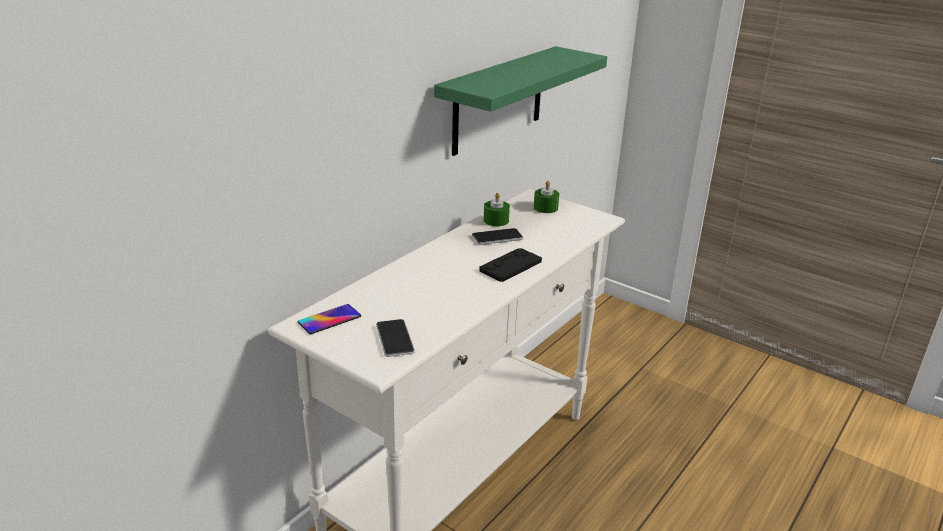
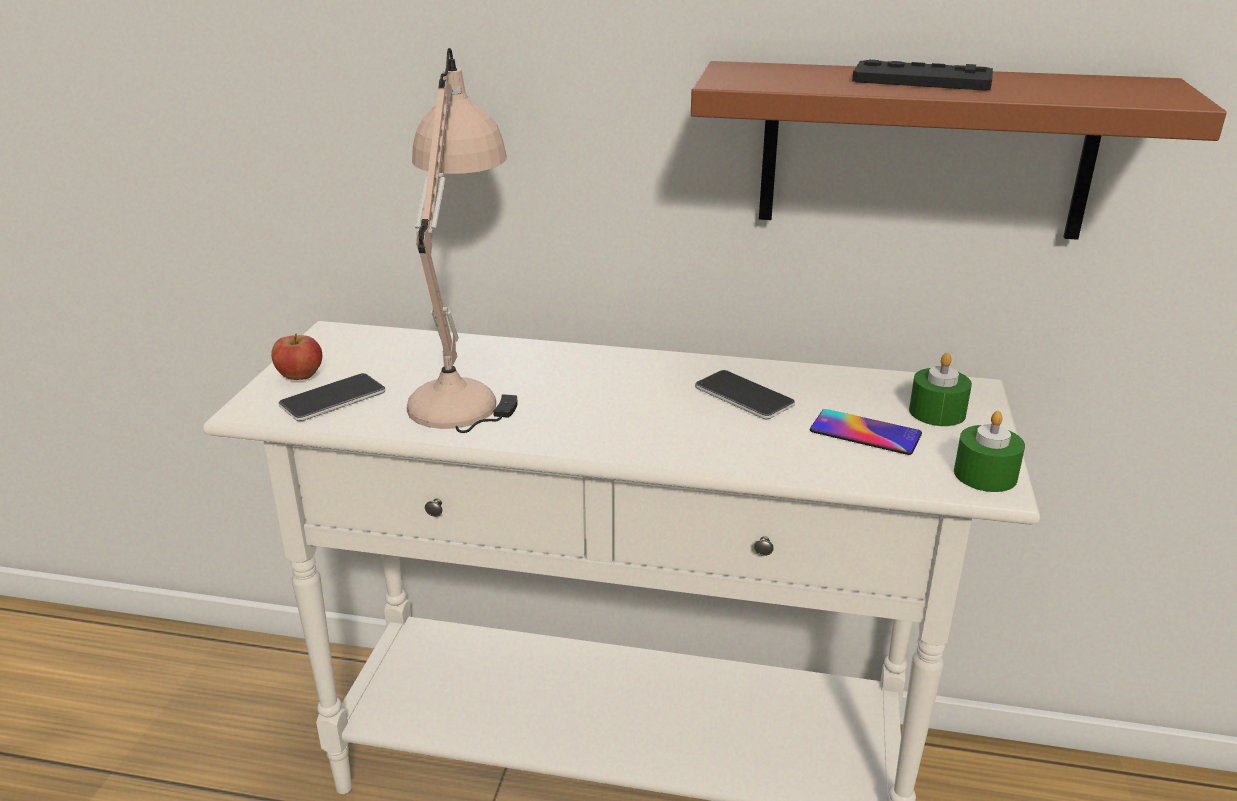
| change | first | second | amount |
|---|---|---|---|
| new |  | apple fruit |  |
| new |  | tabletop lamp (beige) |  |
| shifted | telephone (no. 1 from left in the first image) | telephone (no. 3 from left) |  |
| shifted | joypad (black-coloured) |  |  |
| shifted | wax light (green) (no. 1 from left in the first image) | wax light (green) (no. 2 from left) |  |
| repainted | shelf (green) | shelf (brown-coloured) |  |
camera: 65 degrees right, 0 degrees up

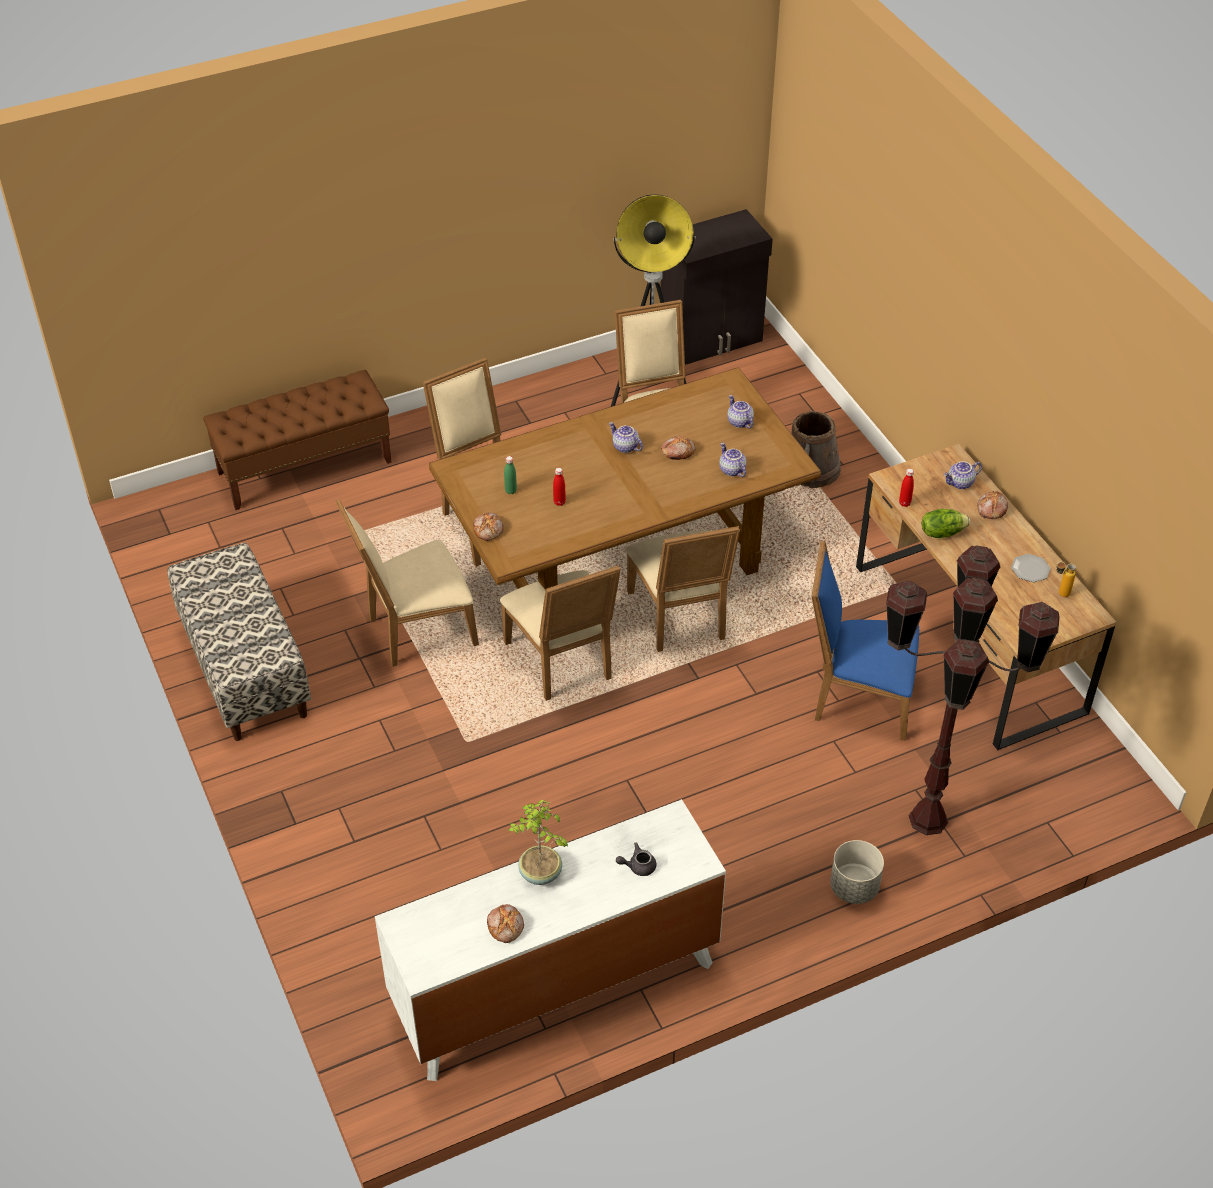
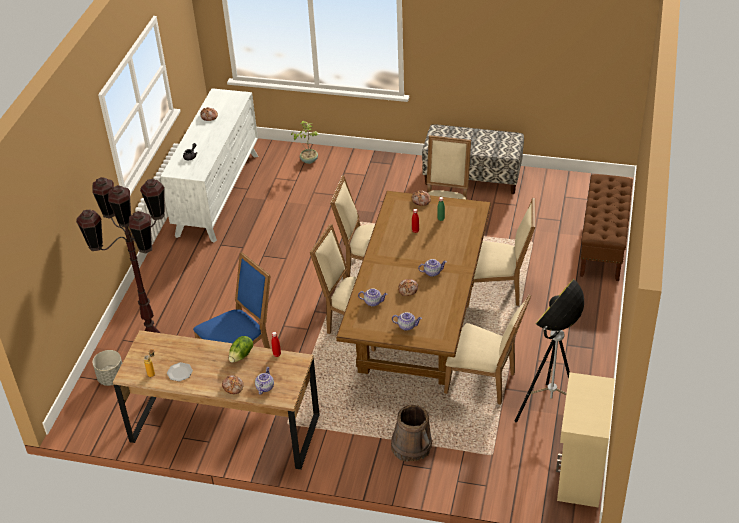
| change | first | second | amount |
|---|---|---|---|
| shifted | houseplant |  |  |
| shifted | plant pot (grey) |  |  |
| repainted | cabinet (black-coloured) | cabinet (beige) |  |
camera: 130 degrees right, 5 degrees down

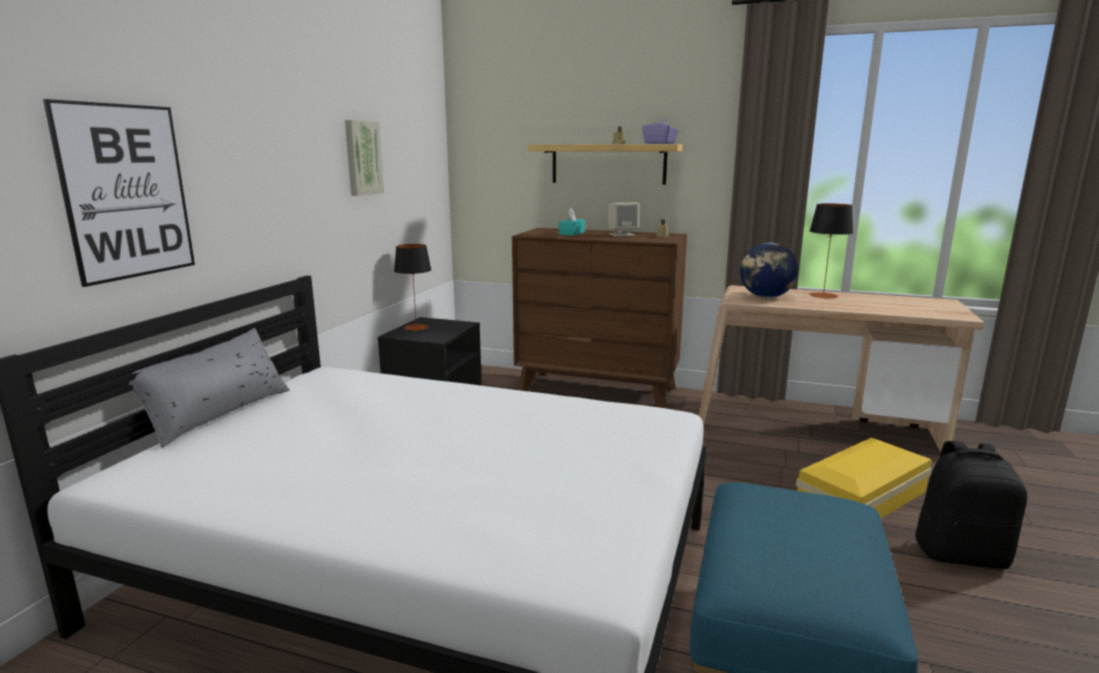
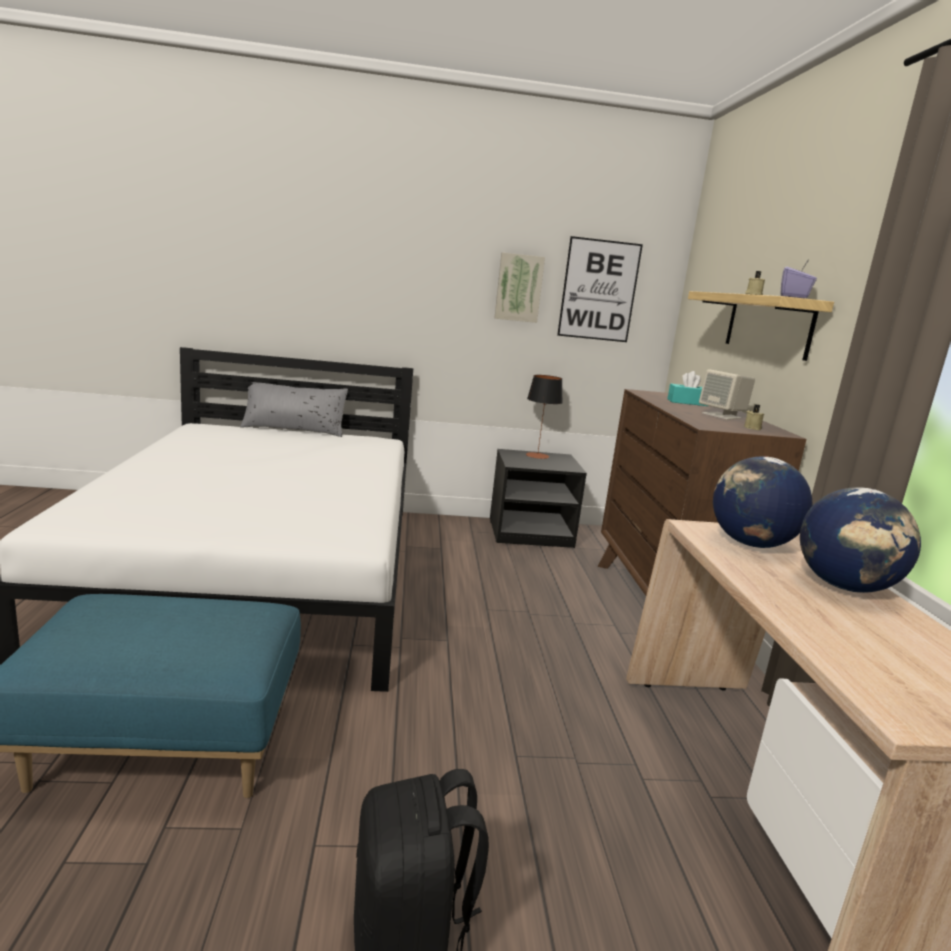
| change | first | second | amount |
|---|---|---|---|
| gone | storage bin (yellow-coloured) |  |  |
| shifted | picture (no. 1 from left in the first image) | picture (no. 2 from left) |  |
| swapped | tabletop lamp (no. 2 from left) | desk globe (no. 2 from left) |  |
camera: 65 degrees right, 0 degrees up

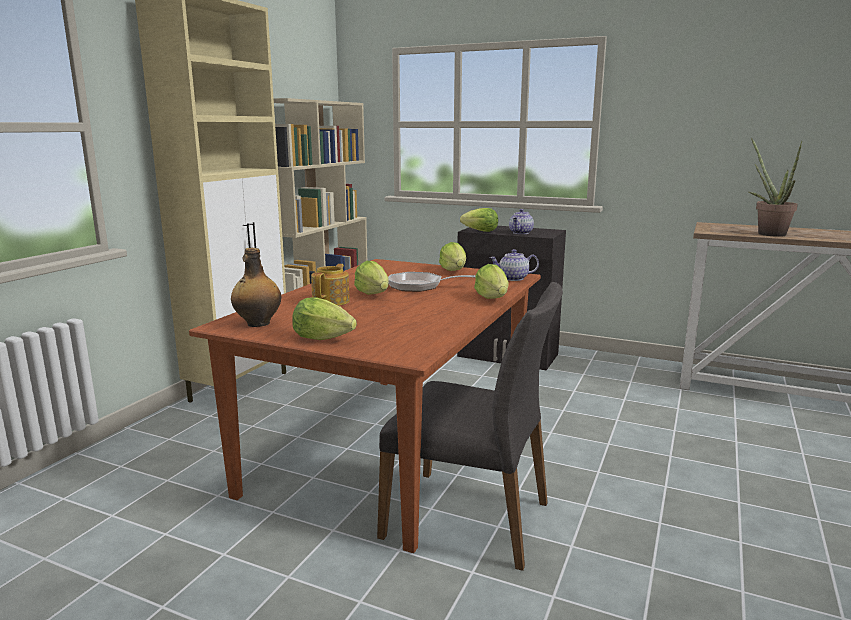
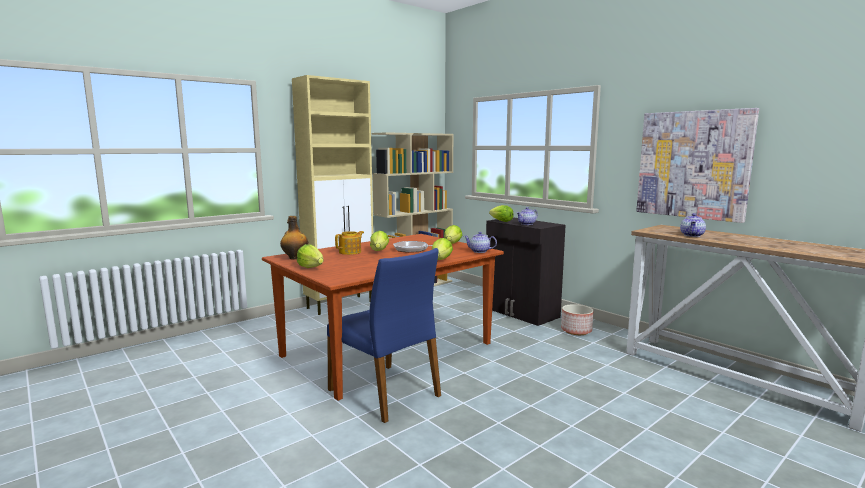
| change | first | second | amount |
|---|---|---|---|
| new |  | plant pot |  |
| new |  | picture |  |
| swapped | houseplant | tea pot (no. 4 from left) |  |
| repainted | plain chair (grey) | plain chair (blue) |  |
camera: 25 degrees right, 5 degrees down

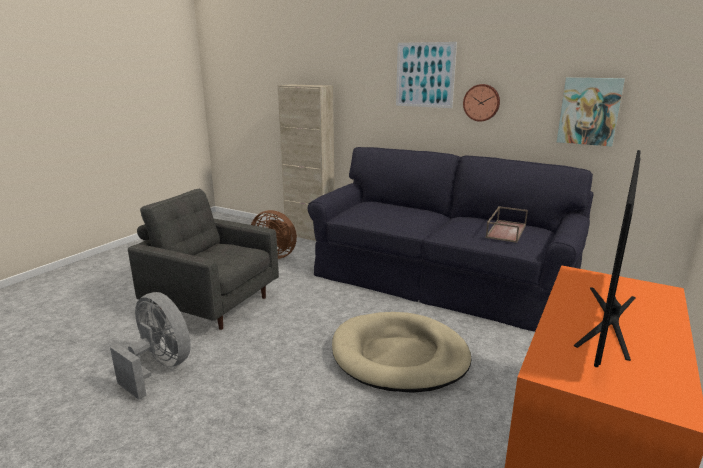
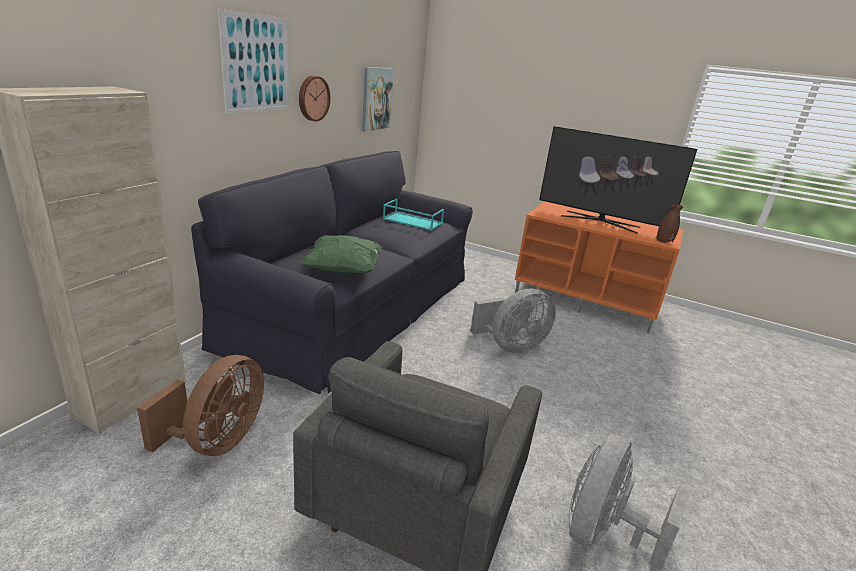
| change | first | second | amount |
|---|---|---|---|
| new |  | cushion (green) |  |
| new |  | decorative vase (brown-coloured) |  |
| swapped | dog bed (beige) | cooling fan (grey) (no. 1 from left) |  |
| repainted | tray (brown-coloured) | tray (turquoise-coloured) |  |
camera: 95 degrees left, 5 degrees up

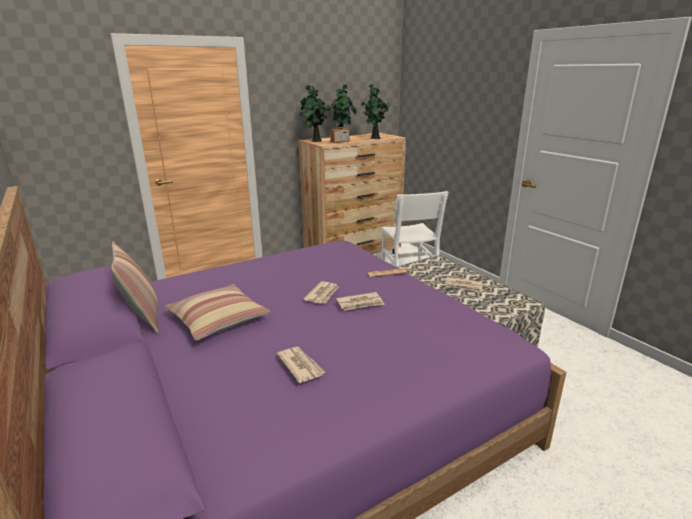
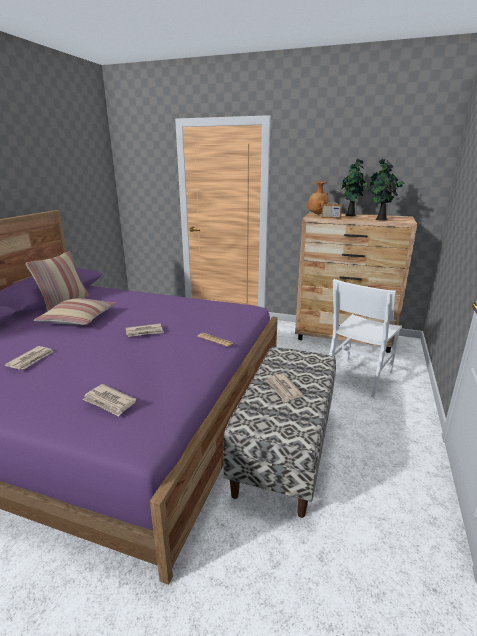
| change | first | second | amount |
|---|---|---|---|
| shifted | newspaper (no. 3 from left in the first image) | newspaper (no. 2 from left) |  |
| swapped | houseplant (no. 1 from left) | decorative vase (brown-coloured) |  |
camera: 50 degrees right, 0 degrees up

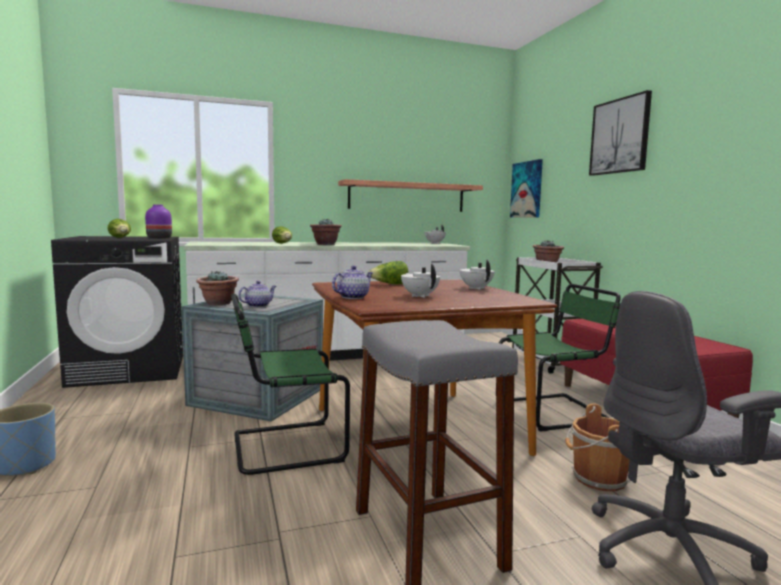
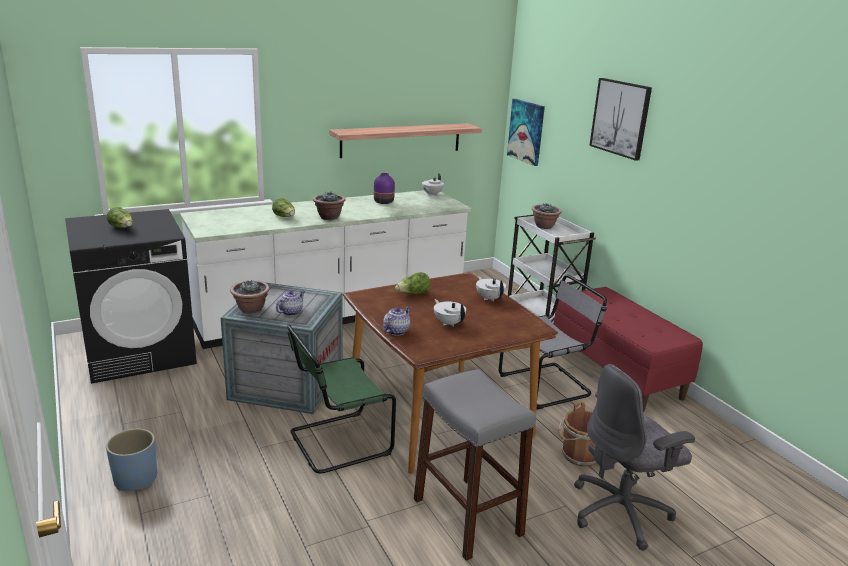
| change | first | second | amount |
|---|---|---|---|
| shifted | decorative vase (purple) |  |  |
| repainted | plain chair (green) (no. 2 from left) | plain chair (grey) |  |
camera: 10 degrees left, 15 degrees up

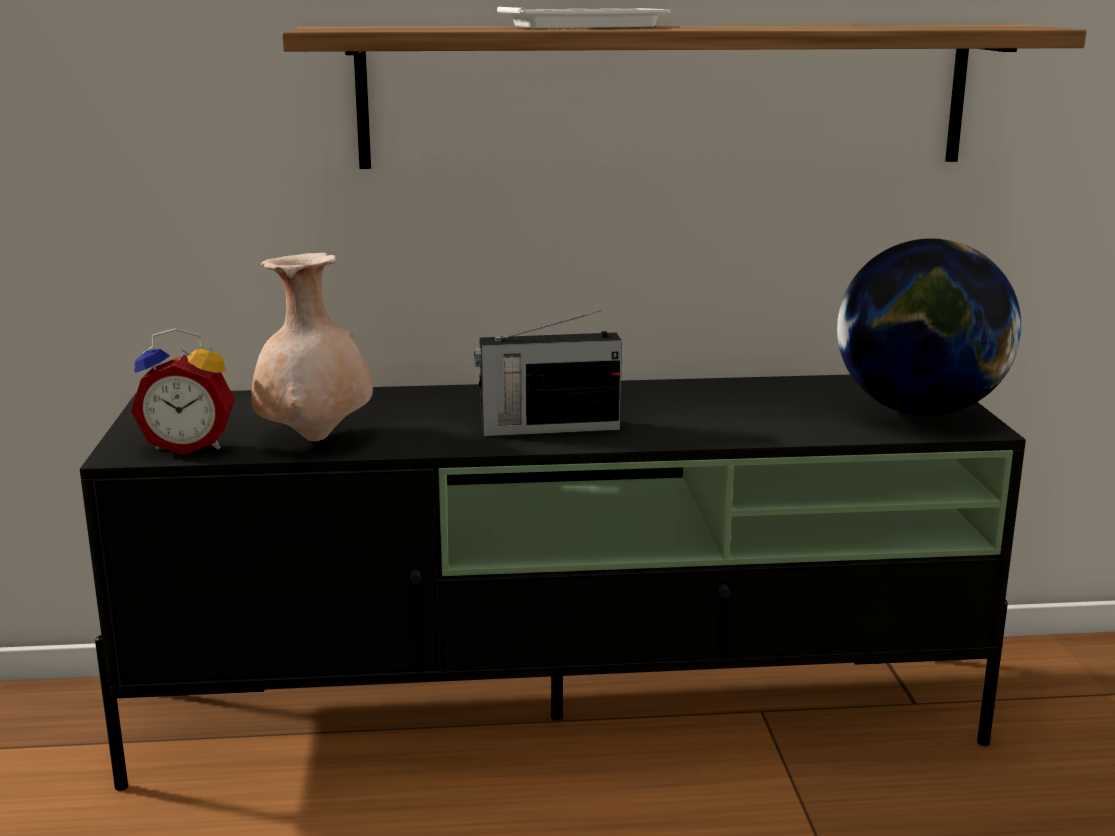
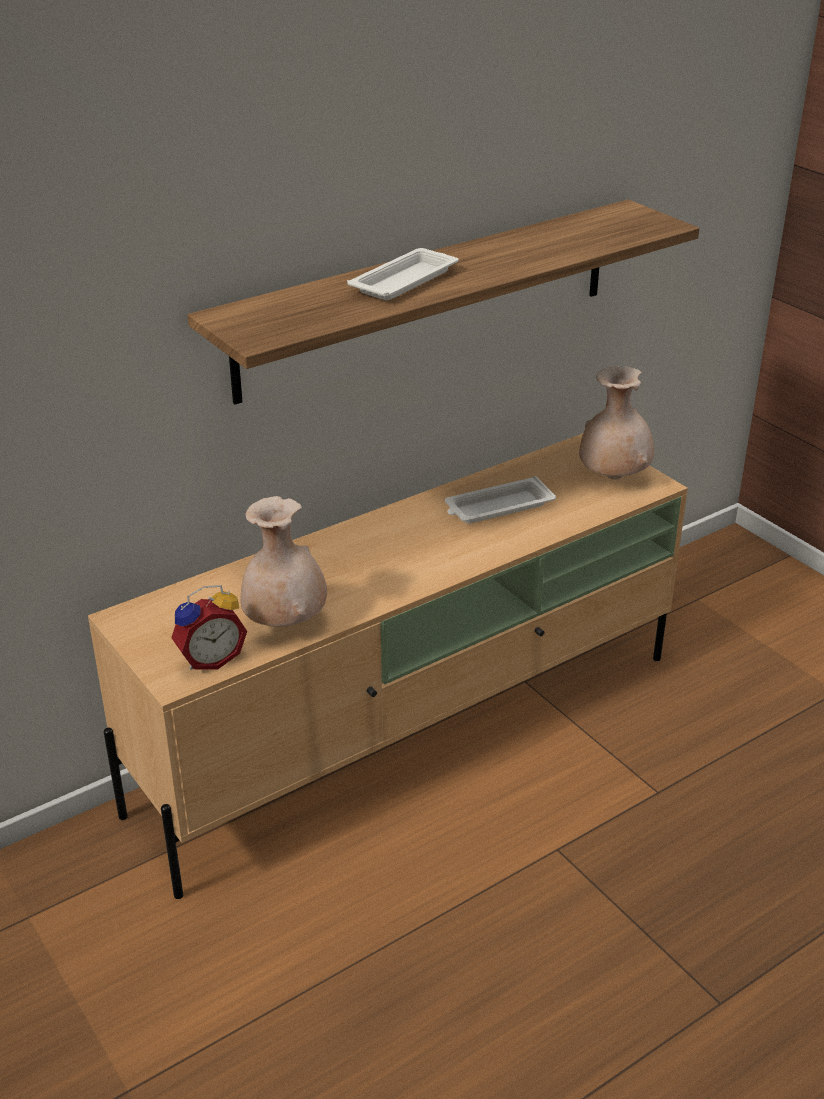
| change | first | second | amount |
|---|---|---|---|
| gone | radio |  |  |
| new |  | tray (white-coloured) (no. 2 from left) |  |
| swapped | desk globe | decorative vase (beige) (no. 2 from left) |  |
| repainted | tv stand (black-coloured) | tv stand (beige) |  |
camera: 30 degrees left, 15 degrees up

